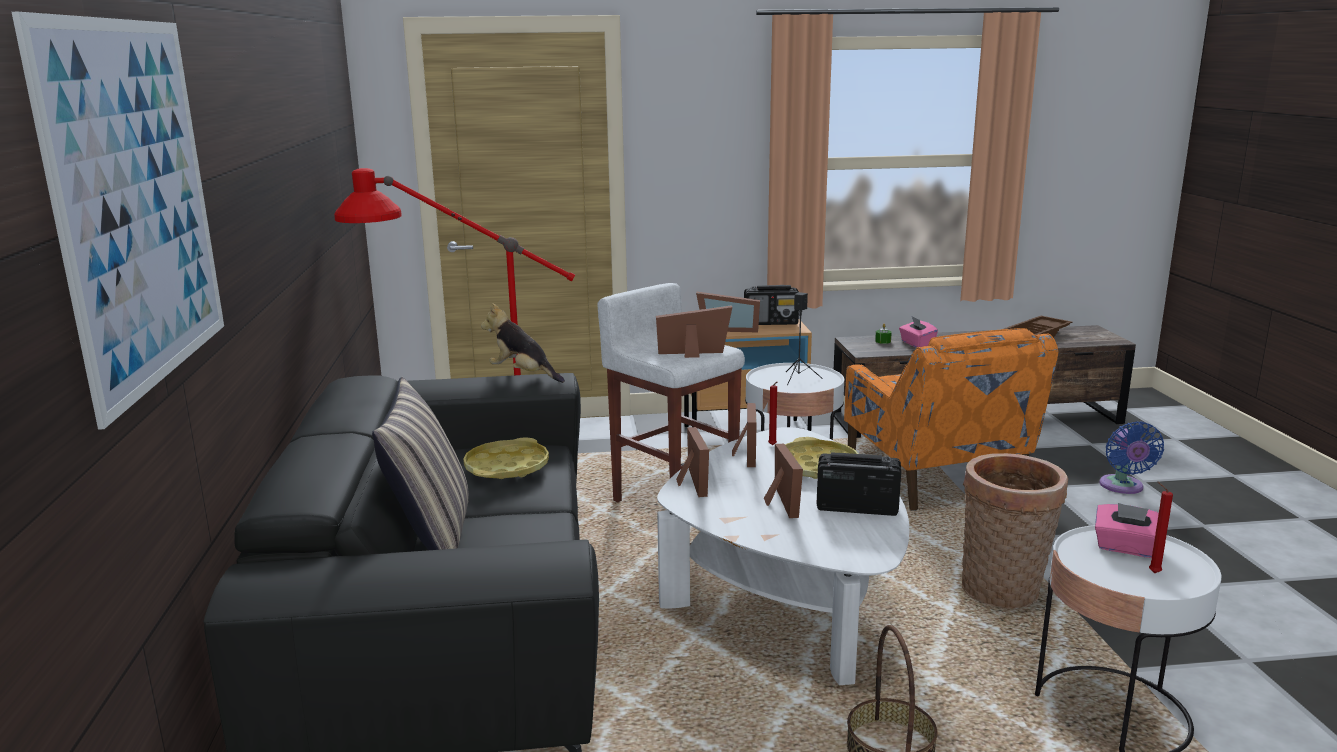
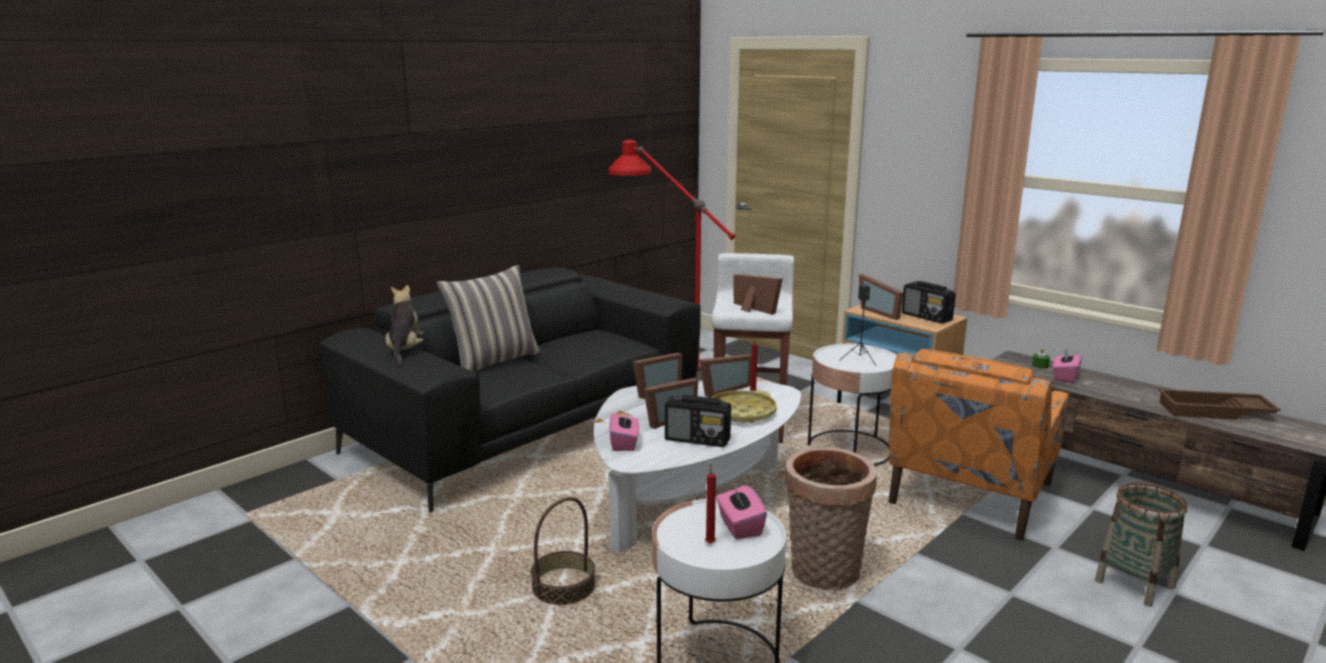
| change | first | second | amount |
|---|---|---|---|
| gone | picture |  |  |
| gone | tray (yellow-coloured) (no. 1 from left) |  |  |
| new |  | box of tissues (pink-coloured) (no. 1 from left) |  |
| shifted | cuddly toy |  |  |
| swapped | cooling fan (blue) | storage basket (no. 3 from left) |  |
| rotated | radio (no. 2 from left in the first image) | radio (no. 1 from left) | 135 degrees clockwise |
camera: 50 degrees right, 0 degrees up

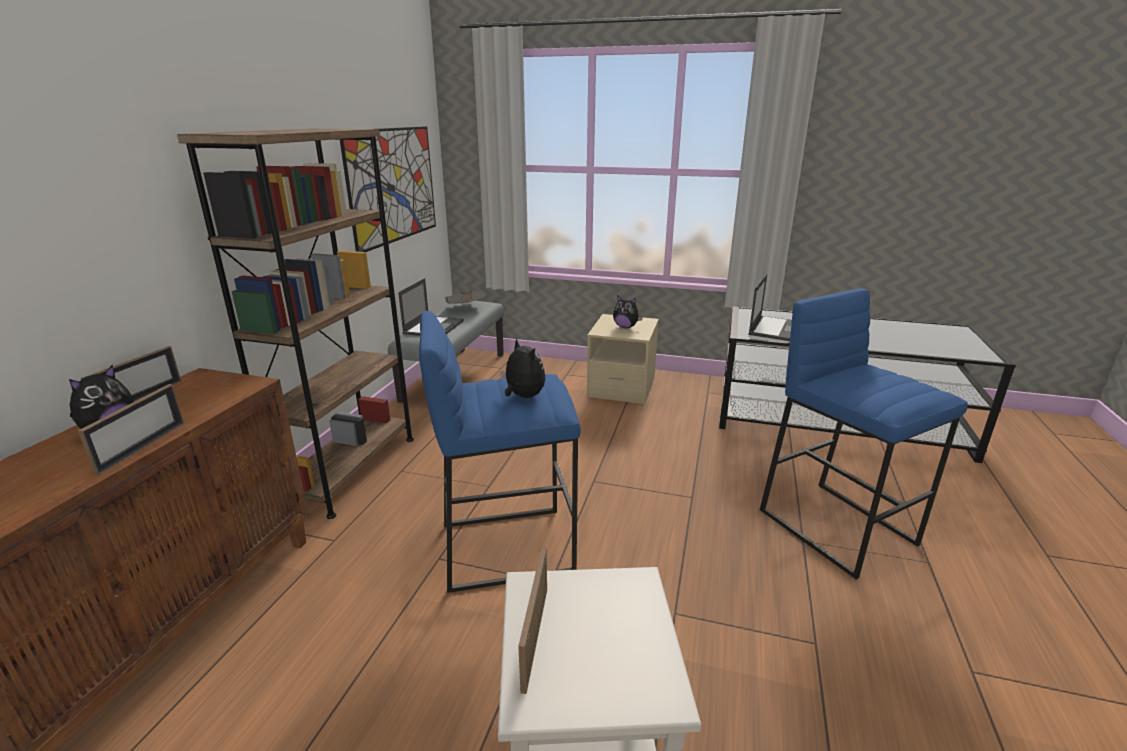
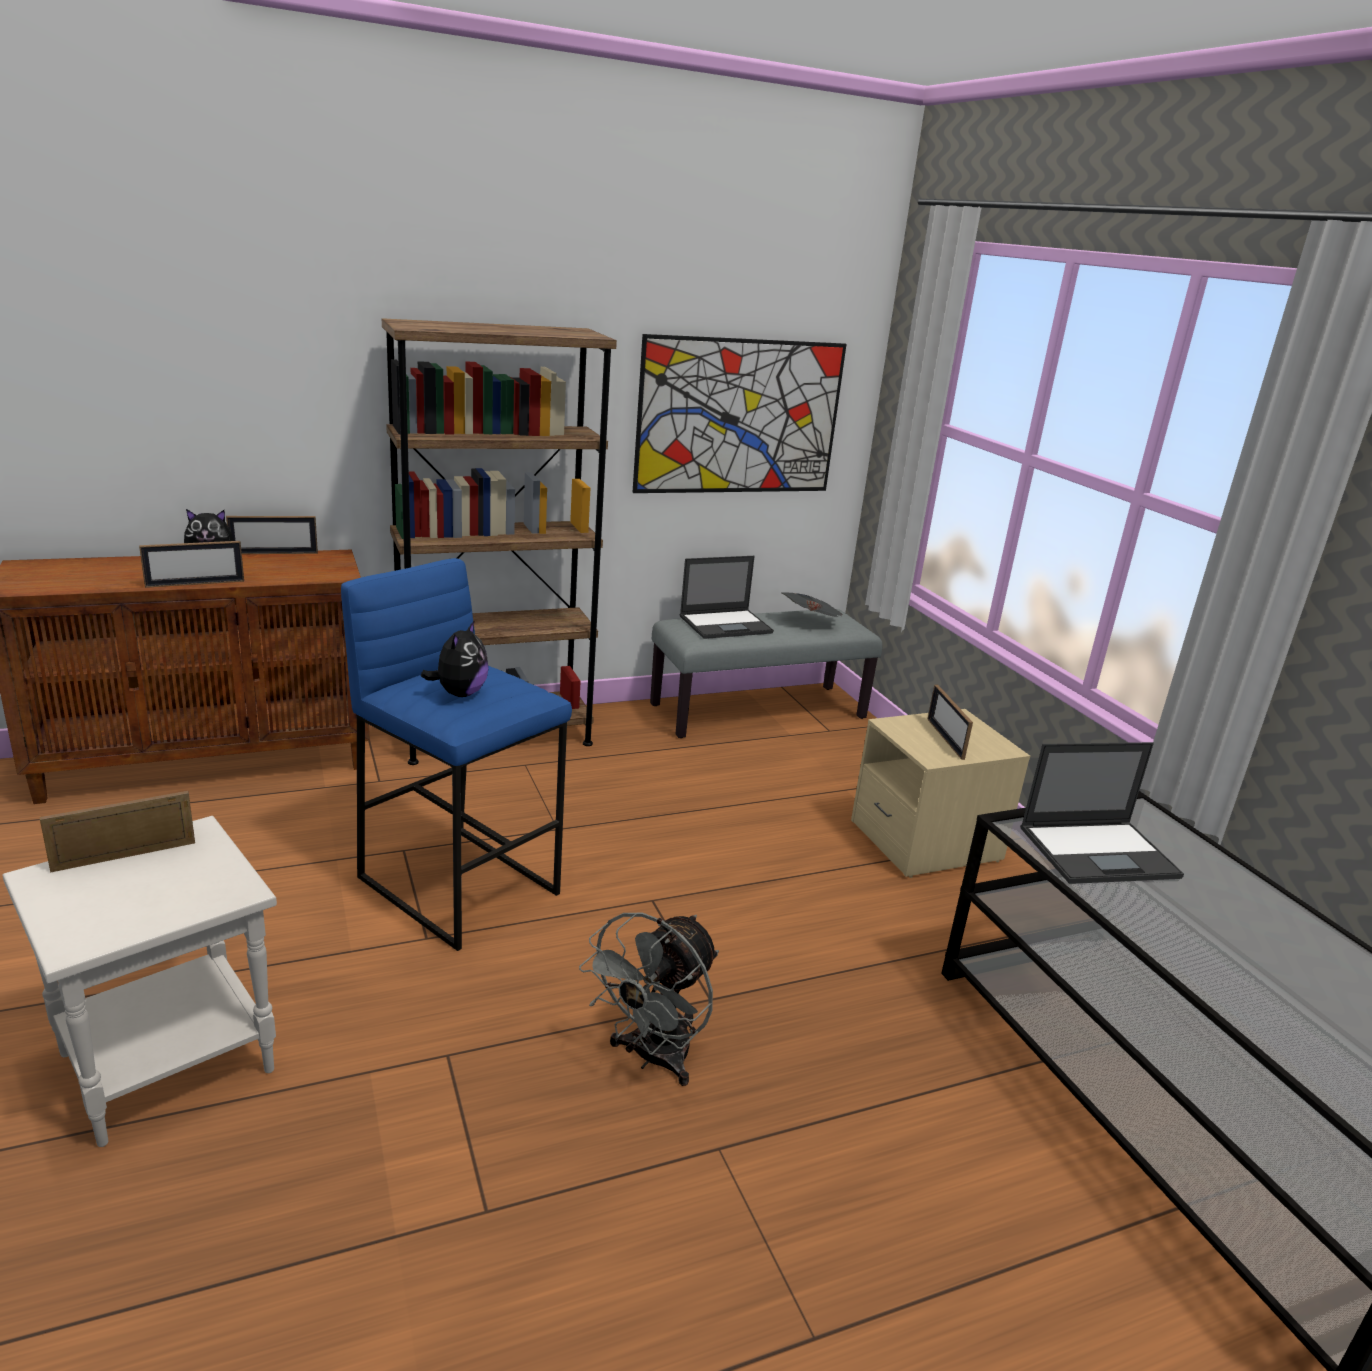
| change | first | second | amount |
|---|---|---|---|
| gone | stool seat (blue) (no. 2 from left) |  |  |
| new |  | cooling fan (grey) |  |
| swapped | cuddly toy (no. 3 from left) | photo frame (no. 4 from left) |  |
camera: 50 degrees right, 0 degrees up

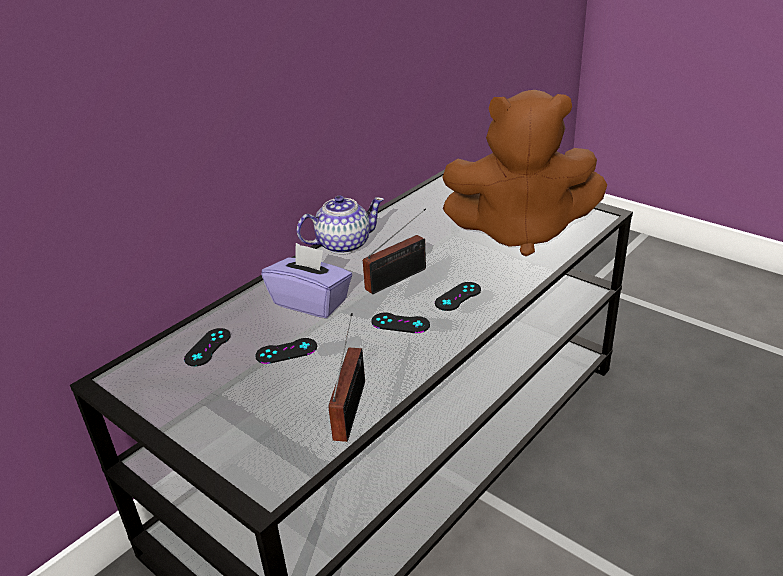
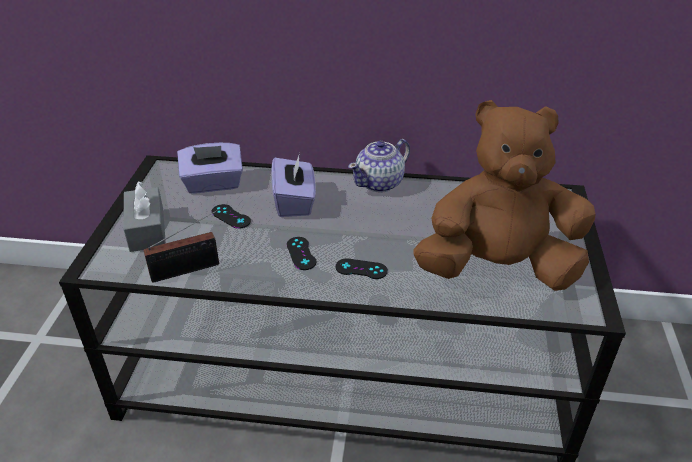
| change | first | second | amount |
|---|---|---|---|
| gone | radio (no. 2 from left) |  |  |
| new |  | box of tissues (grey) |  |
| swapped | joypad (black-coloured) (no. 1 from left) | box of tissues (purple) (no. 1 from left) |  |
| rotated | tea pot |  | 105 degrees clockwise |
| rotated | cuddly toy (brown-coloured) |  | 120 degrees clockwise |
camera: 55 degrees right, 5 degrees up

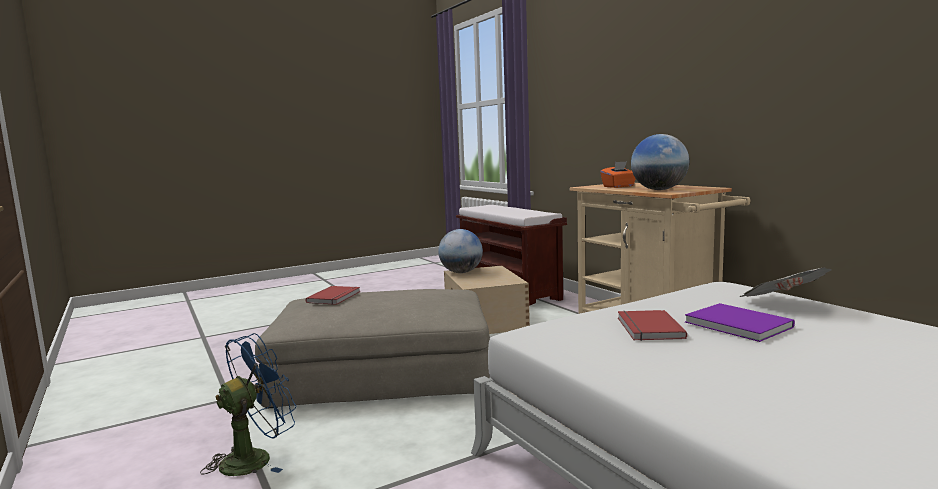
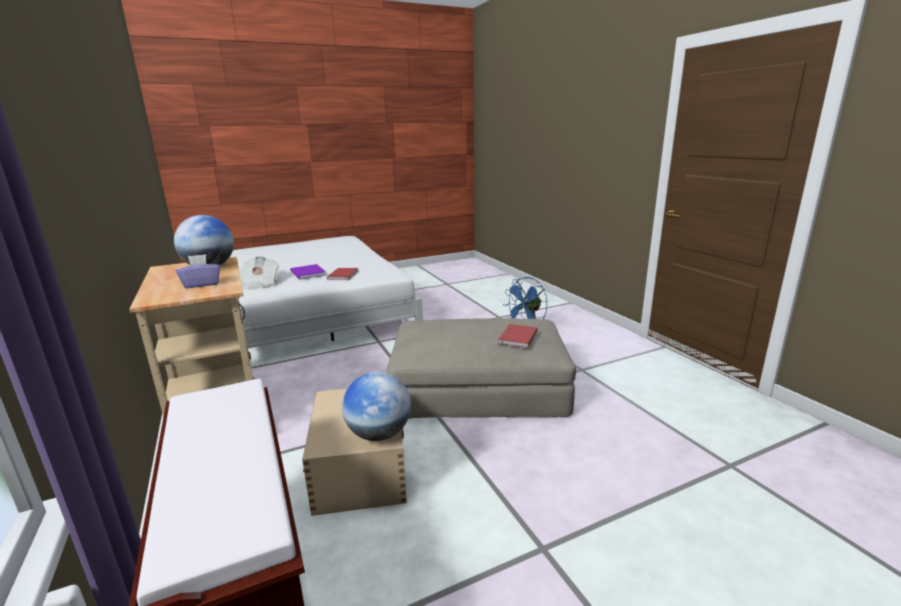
| change | first | second | amount |
|---|---|---|---|
| repainted | box of tissues (orange) | box of tissues (purple) |  |
camera: 175 degrees left, 10 degrees up

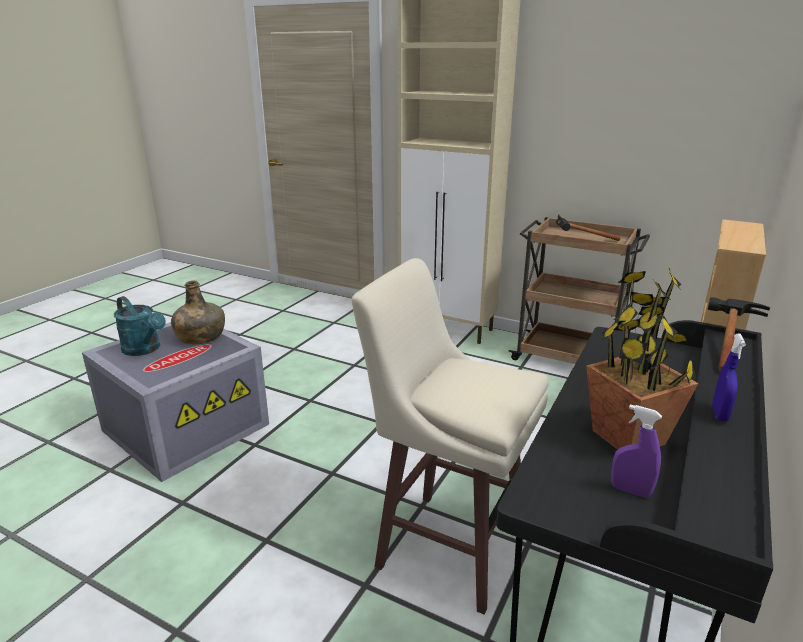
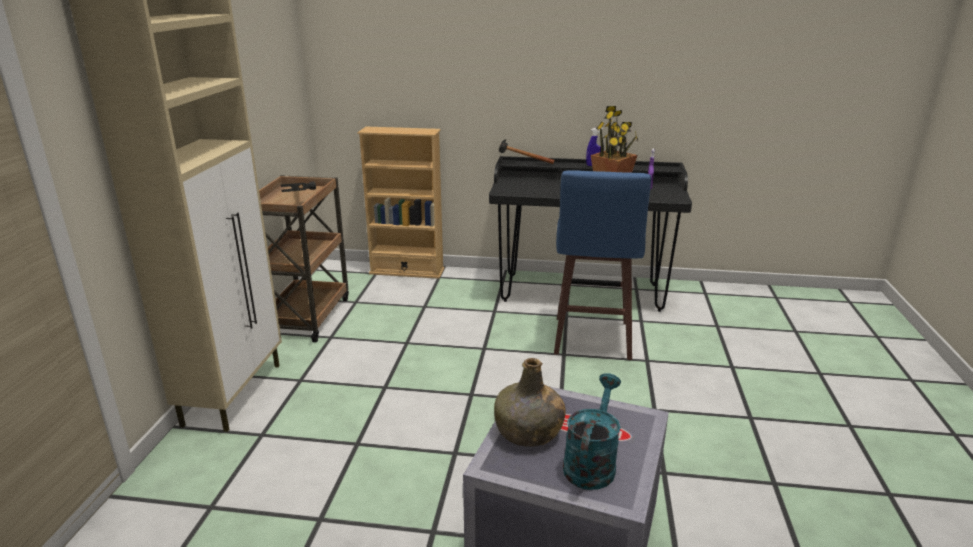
| change | first | second | amount |
|---|---|---|---|
| repainted | stool seat (beige) | stool seat (blue) |  |
camera: 110 degrees left, 0 degrees up

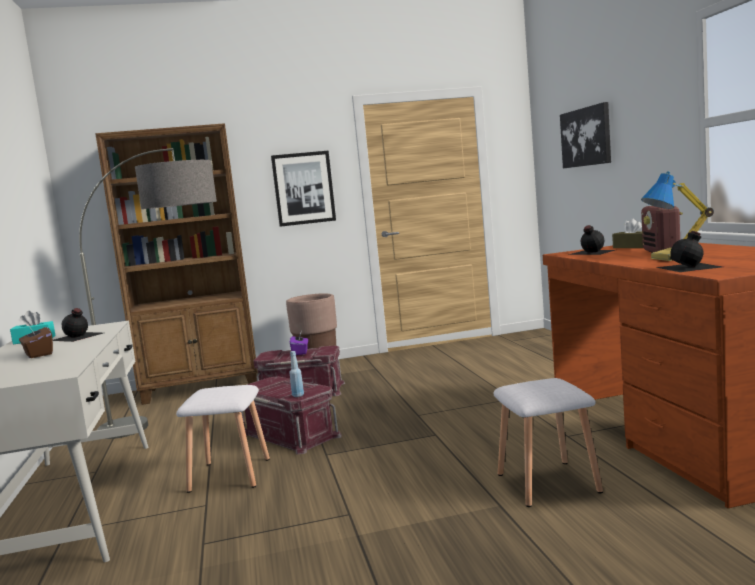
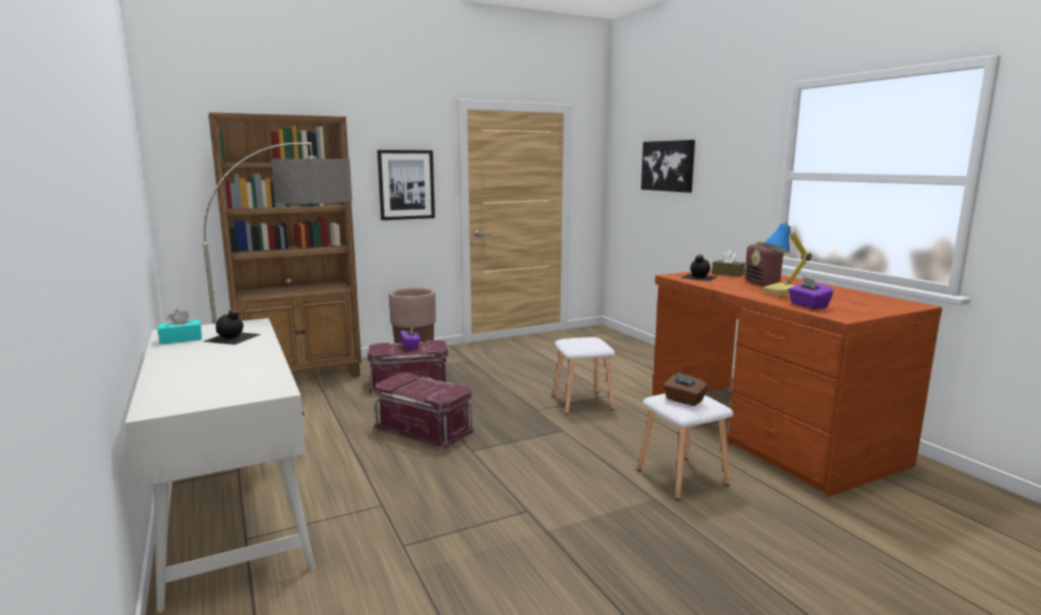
| change | first | second | amount |
|---|---|---|---|
| gone | bottle (blue) |  |  |
| shifted | box of tissues (brown-coloured) (no. 1 from left) |  |  |
| shifted | stool seat (white-coloured) (no. 1 from left) |  |  |
| swapped | bottle (black-coloured) (no. 3 from left) | box of tissues (purple) (no. 2 from left) |  |
camera: 15 degrees left, 5 degrees up

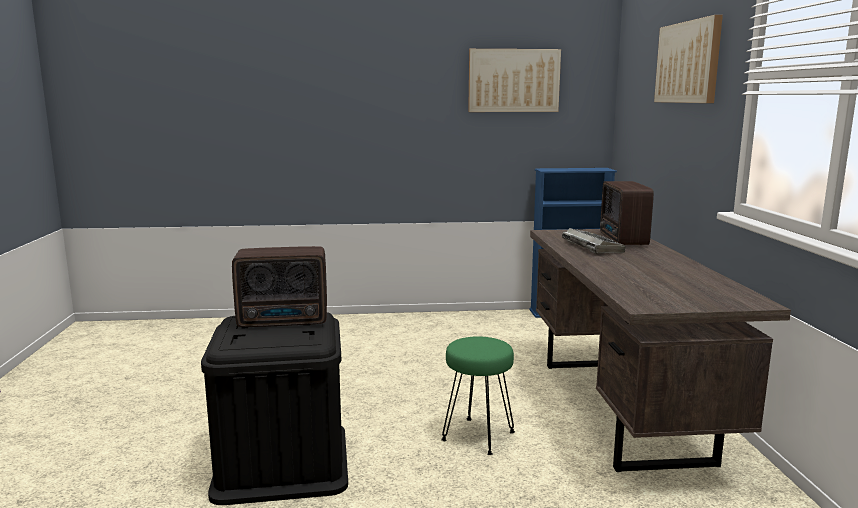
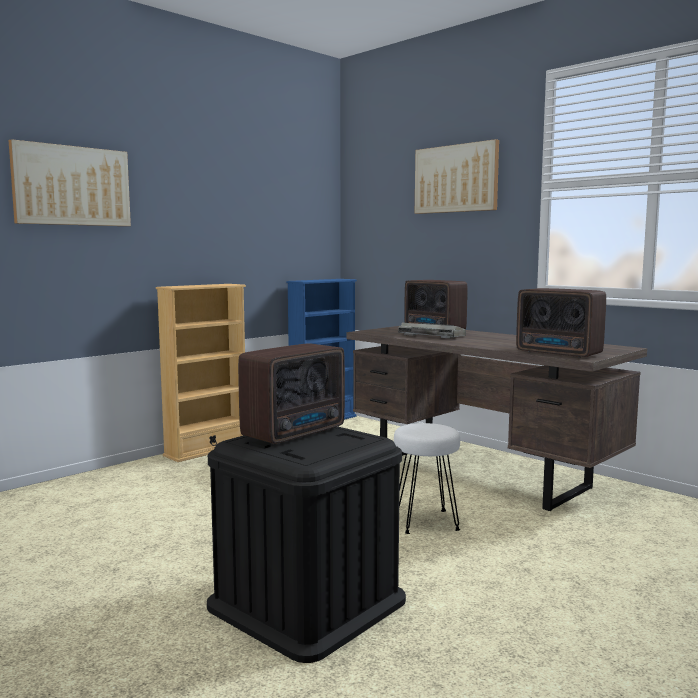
| change | first | second | amount |
|---|---|---|---|
| new |  | shelving unit (beige) |  |
| new |  | radio (no. 3 from left) |  |
| shifted | picture (no. 1 from left) |  |  |
| repainted | stool seat (green) | stool seat (white-coloured) |  |
camera: 40 degrees left, 5 degrees down

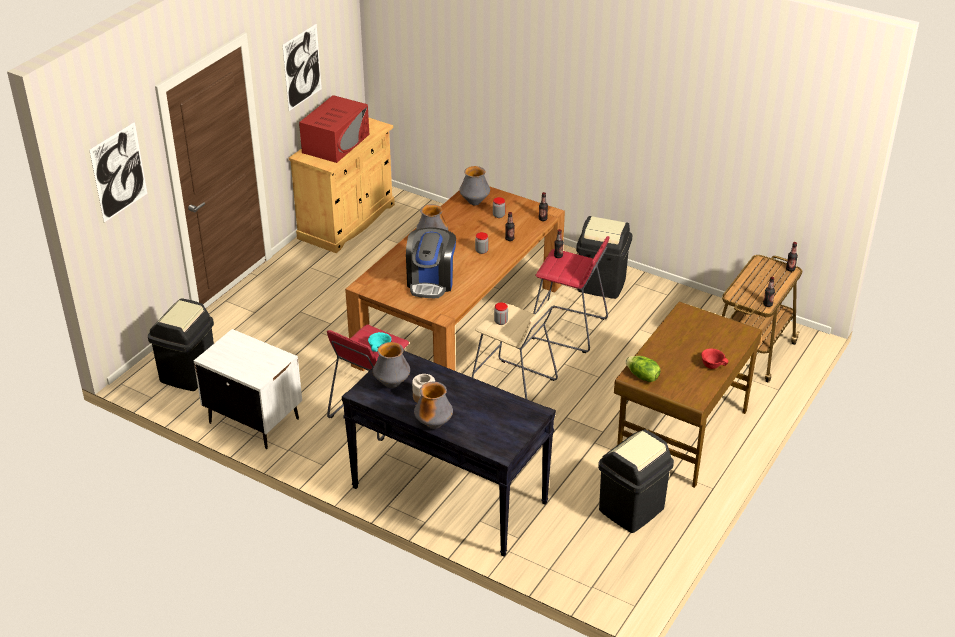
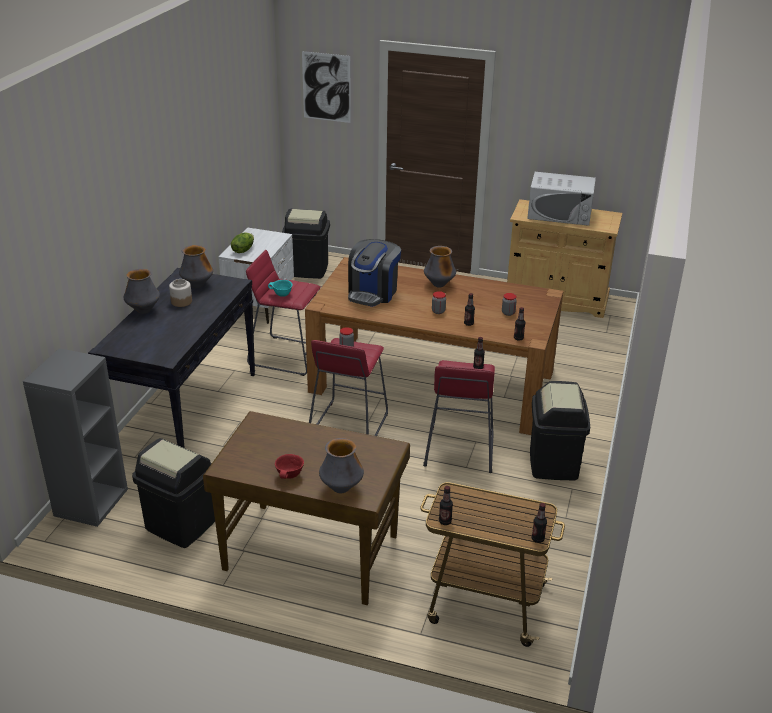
| change | first | second | amount |
|---|---|---|---|
| gone | picture (no. 2 from left) |  |  |
| new |  | shelving unit (grey) |  |
| shifted | decorative vase (no. 4 from left in the first image) | decorative vase (no. 3 from left) |  |
| shifted | lettuce |  |  |
| repainted | microwave (red) | microwave (white-coloured) |  |
| repainted | stool seat (beige) | stool seat (red) (no. 2 from left) |  |
| rotated | coffee machine |  | 60 degrees counterclockwise |
camera: 75 degrees right, 5 degrees down

